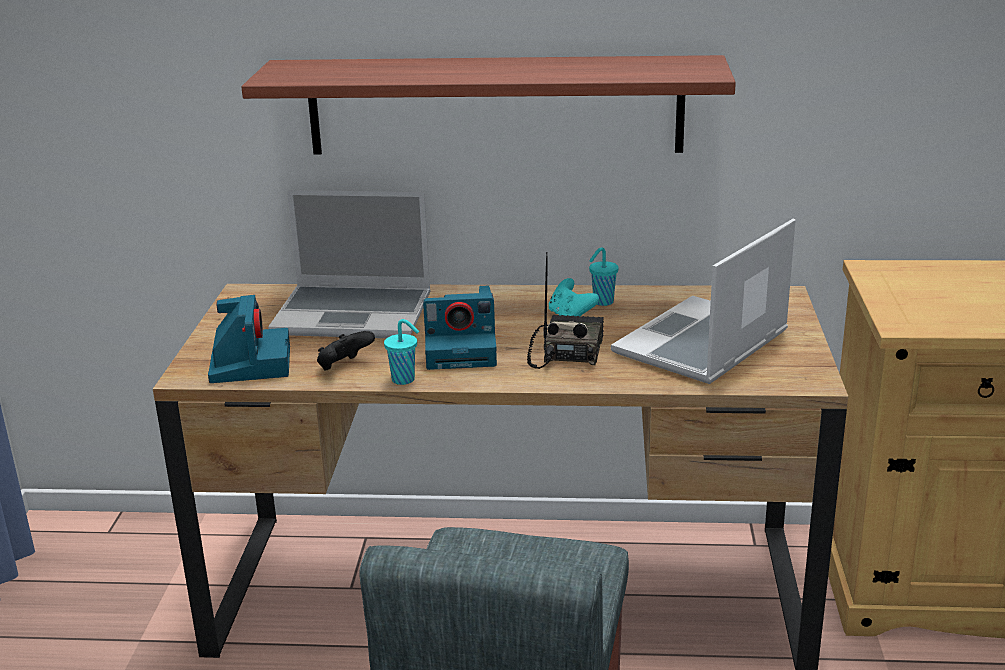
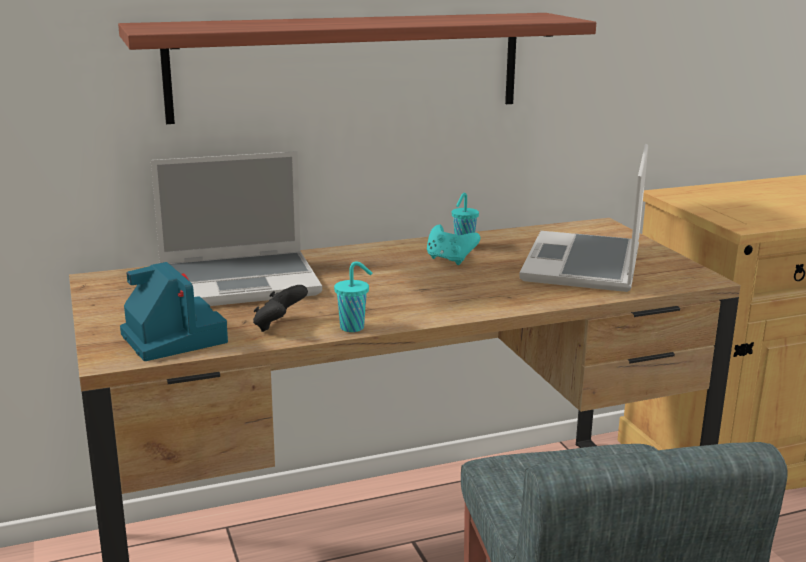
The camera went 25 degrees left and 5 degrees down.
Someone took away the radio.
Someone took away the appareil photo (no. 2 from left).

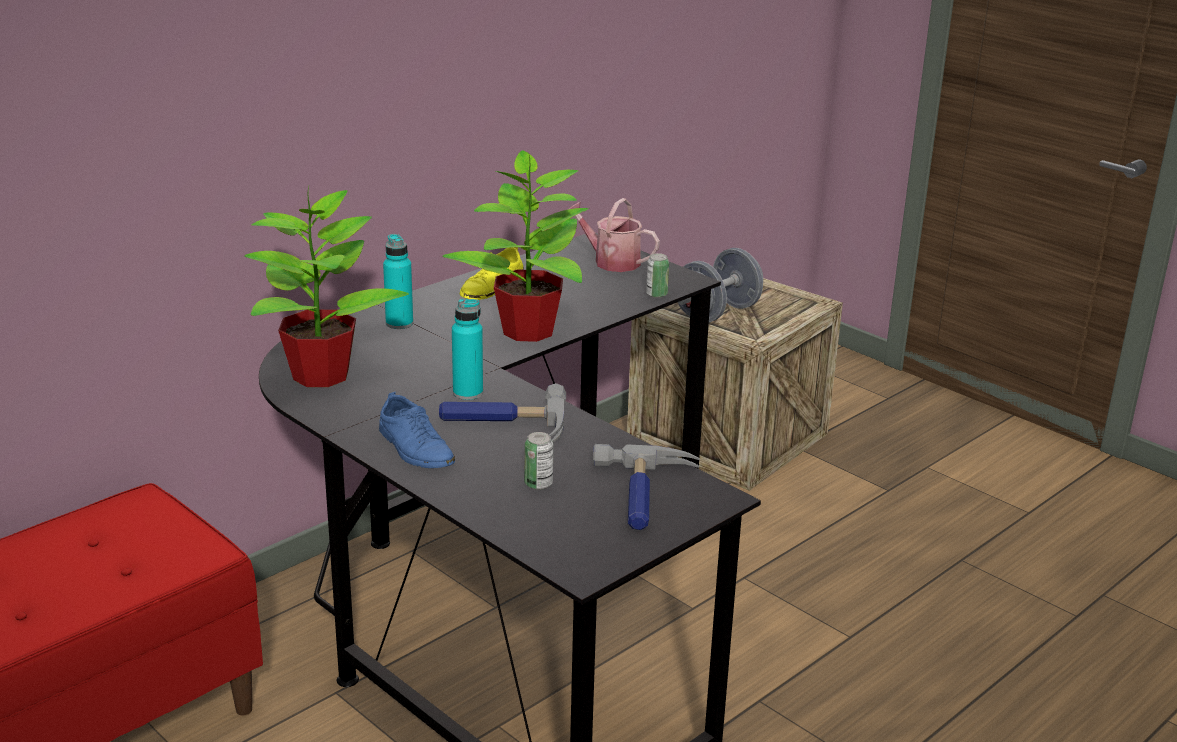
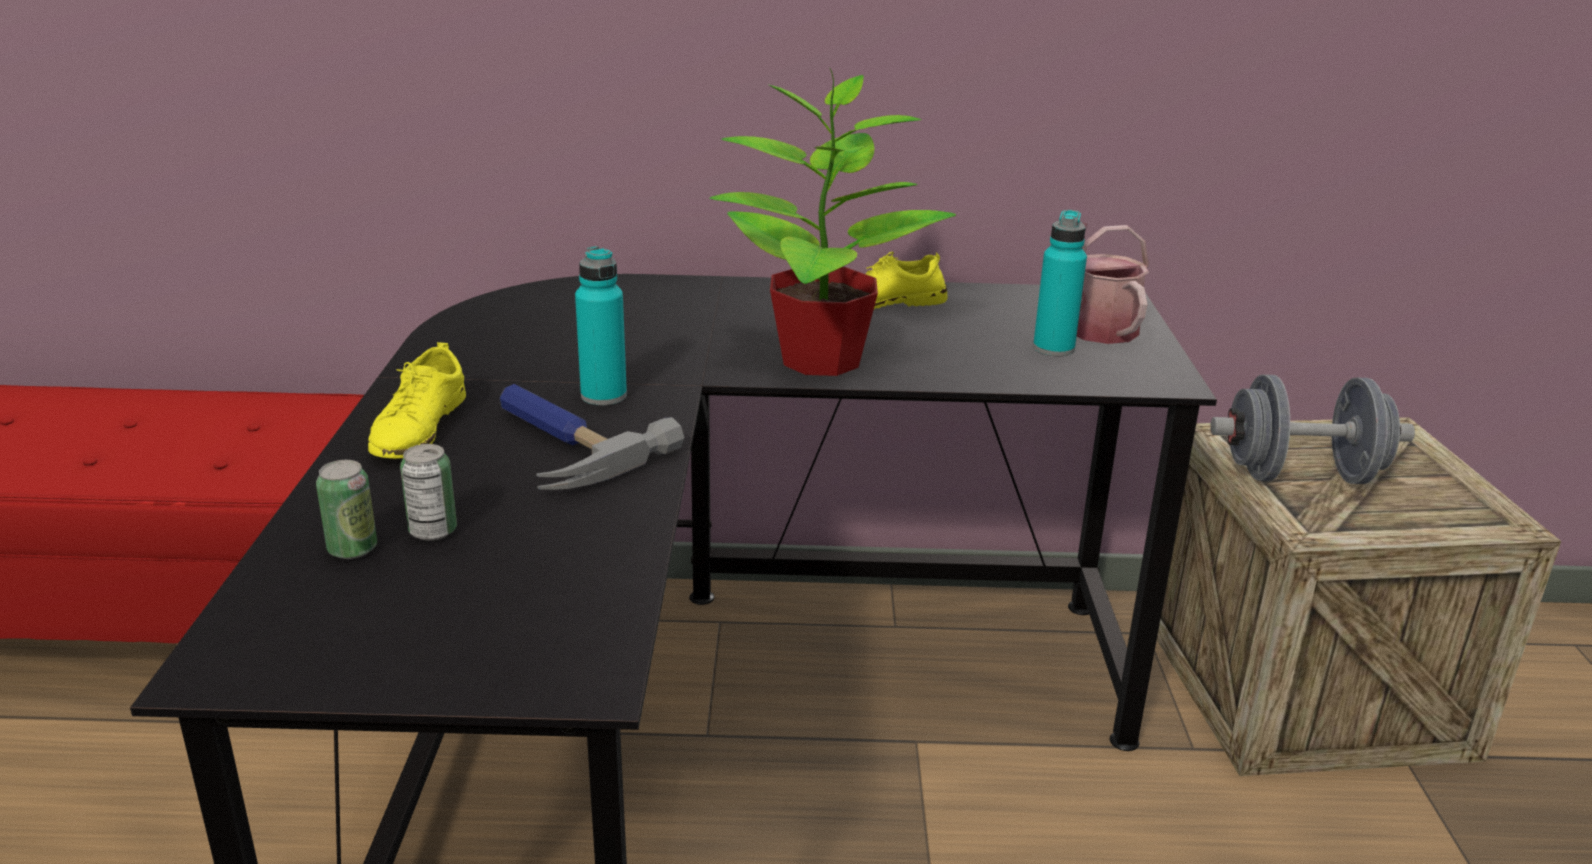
The camera went 45 degrees right and 0 degrees up.
Someone took away the plante en pot (no. 1 from left).
Someone carried the bouteille/turquoise (no. 1 from left in the first image).
Someone carried the boîte métallique (no. 2 from left in the first image).
Someone repainted the chaussure/bleu, which became the chaussure/jaune (no. 1 from left).
Someone took away the marteau (no. 2 from left).

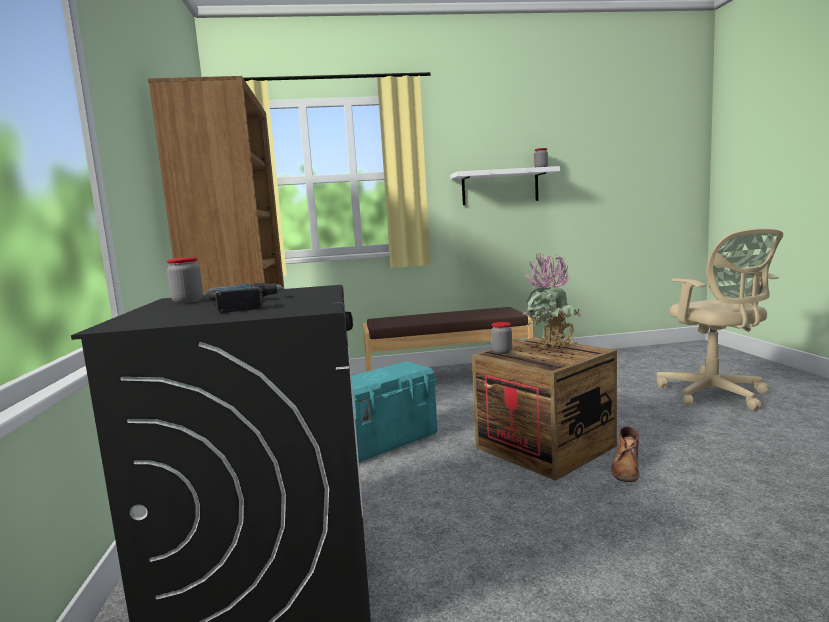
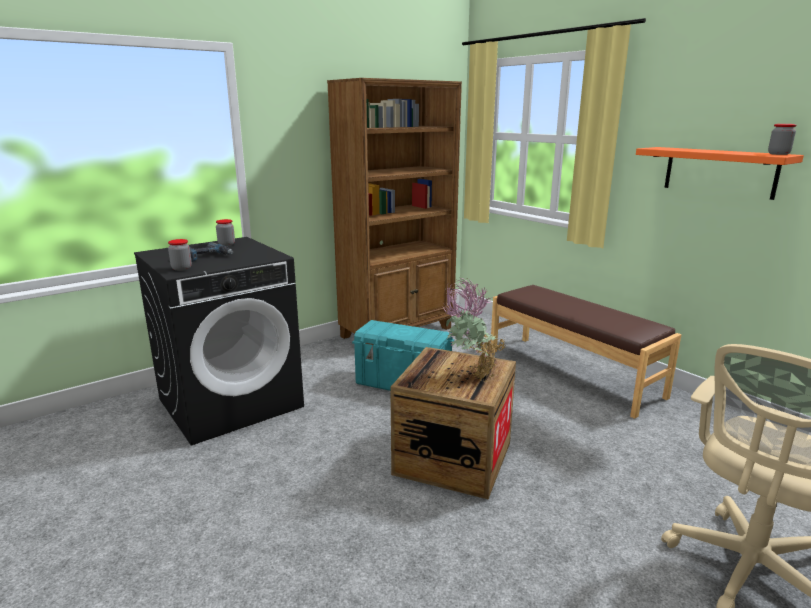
The camera went 60 degrees right and 10 degrees up.
Someone repainted the étagère/blanc, which became the étagère/orange.
Someone carried the bocal (no. 2 from left in the first image).
Someone took away the botte/marron.

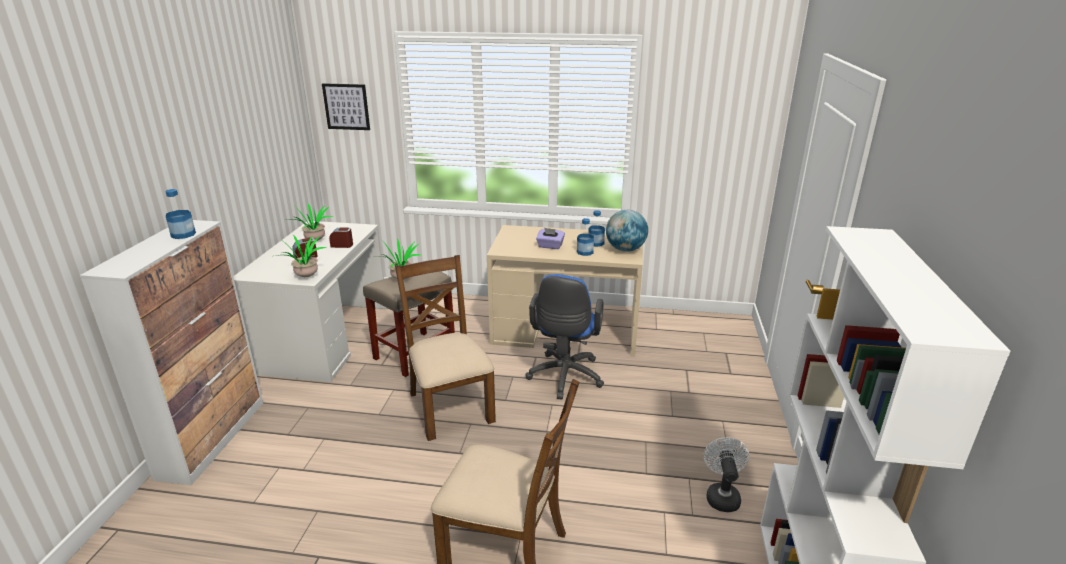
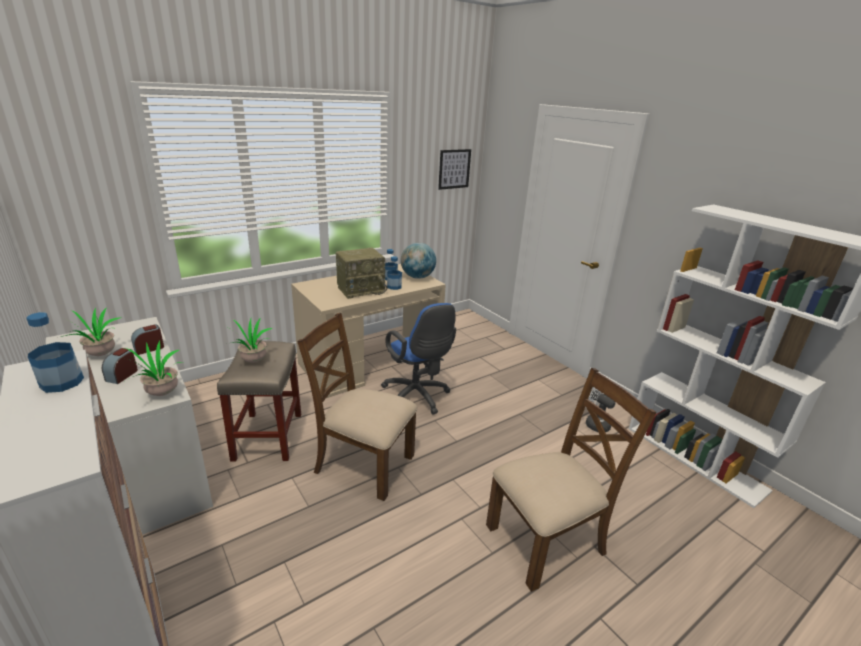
The camera went 45 degrees left and 0 degrees up.
Someone carried the tableau.
Someone swapped the boîte à mouchoirs/violet for the radio.

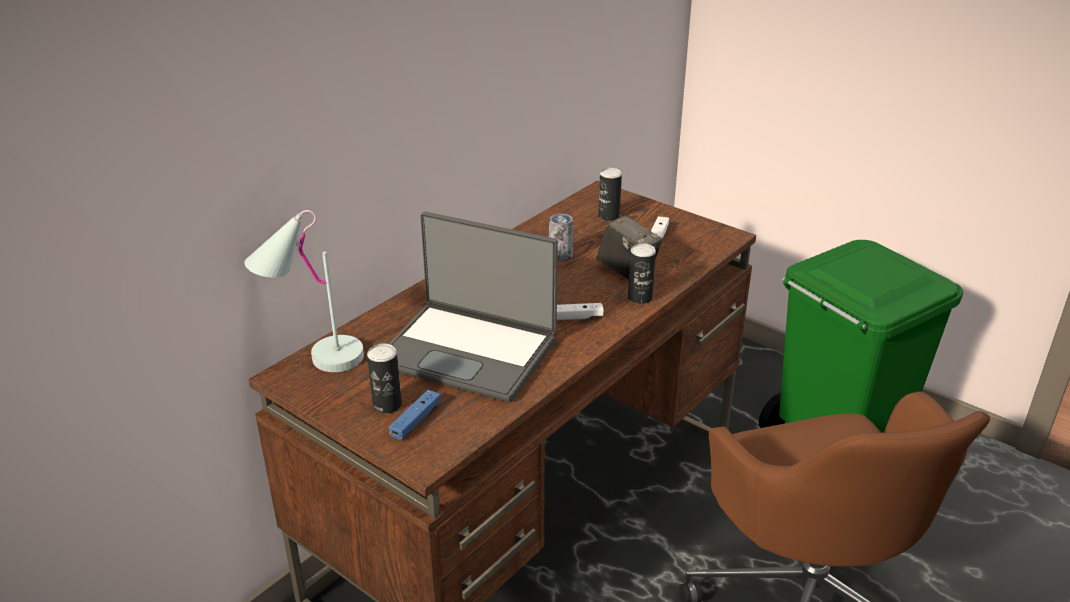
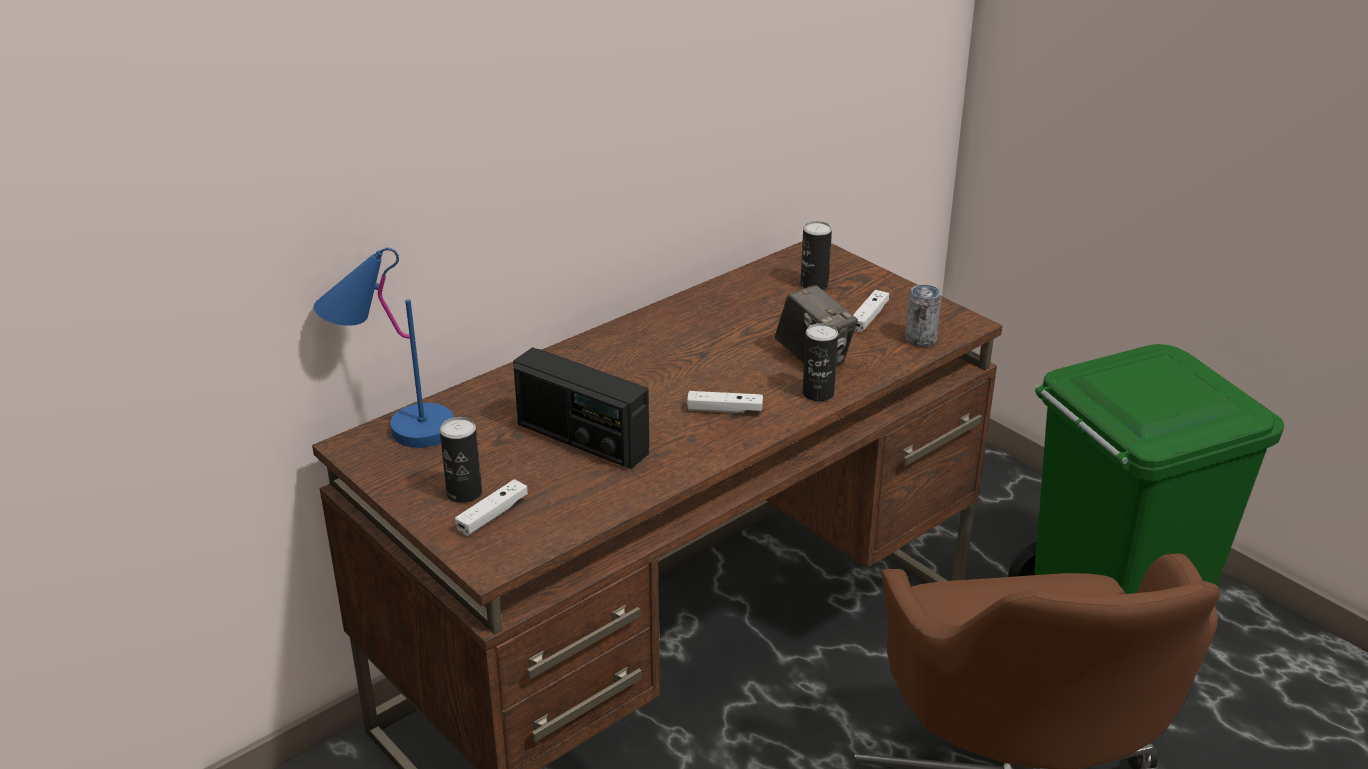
The camera went 10 degrees right and 0 degrees up.
Someone repainted the lampe de table/blanc, which became the lampe de table/bleu.
Someone swapped the ordinateur portable for the radio.
Someone carried the boîte métallique (no. 2 from left in the first image).
Someone repainted the manette/bleu, which became the manette/blanc (no. 1 from left).

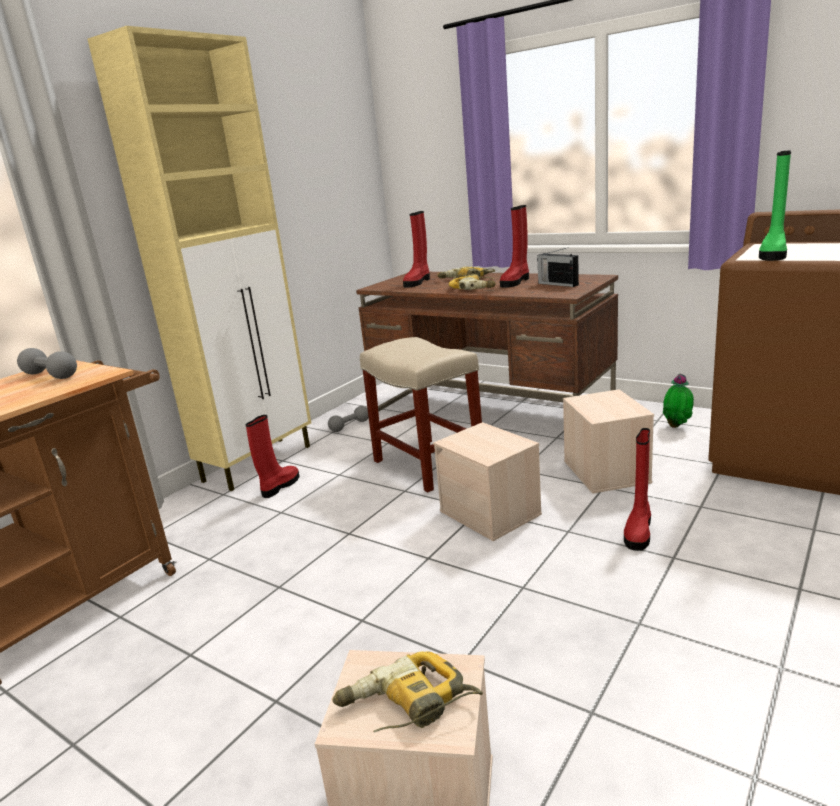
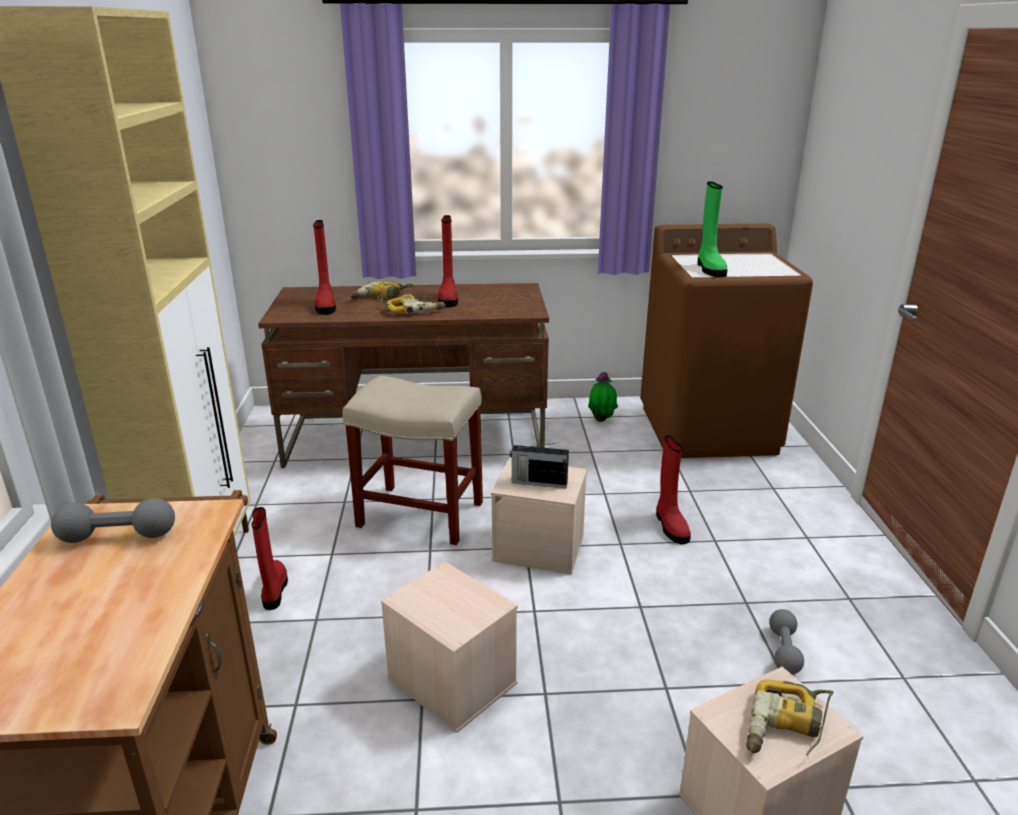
The camera went 40 degrees left and 5 degrees up.
Someone carried the radio.
Someone carried the boîte de rangement/beige (no. 3 from left in the first image).
Someone carried the haltère/gris (no. 2 from left).

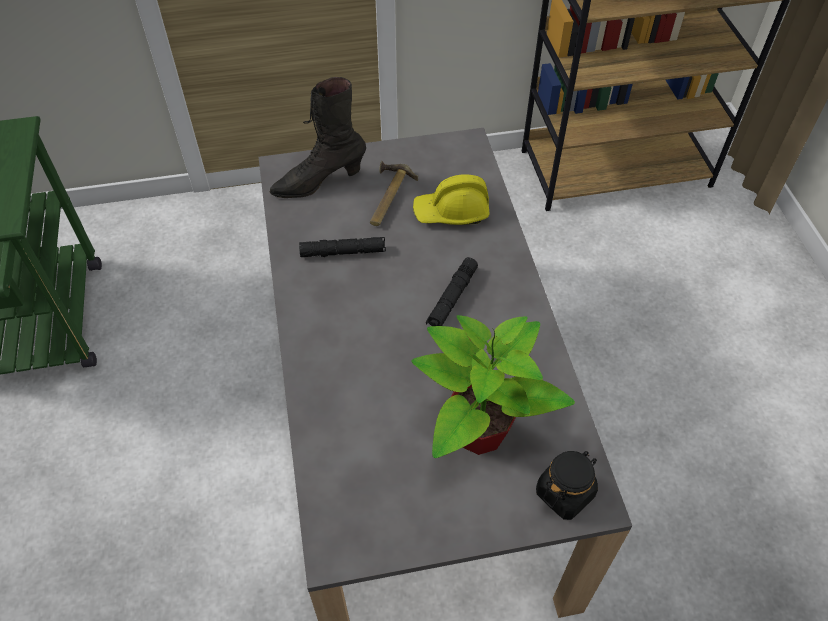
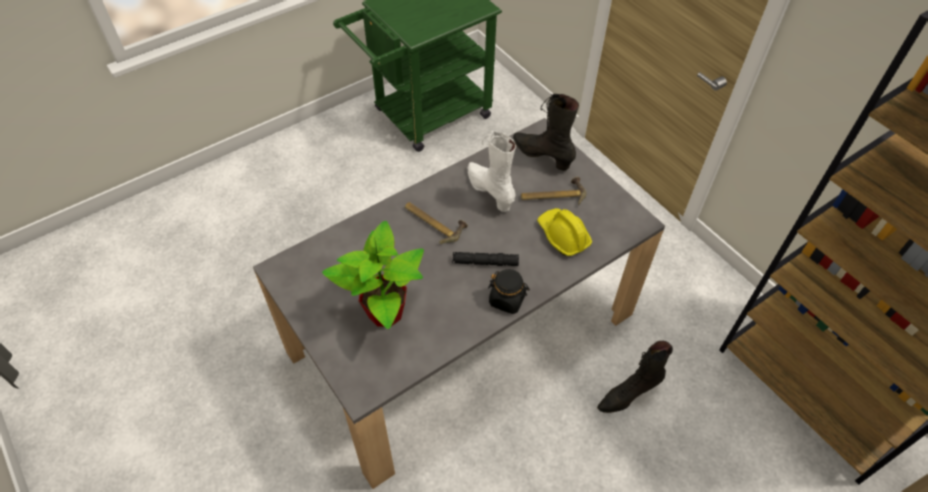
The camera went 65 degrees right and 0 degrees up.
Someone swapped the lampe de poche/noir (no. 1 from left) for the botte/blanc.
Someone carried the bocal/noir.
Someone put down the marteau (no. 1 from left).
Someone put down the botte/noir (no. 2 from left).

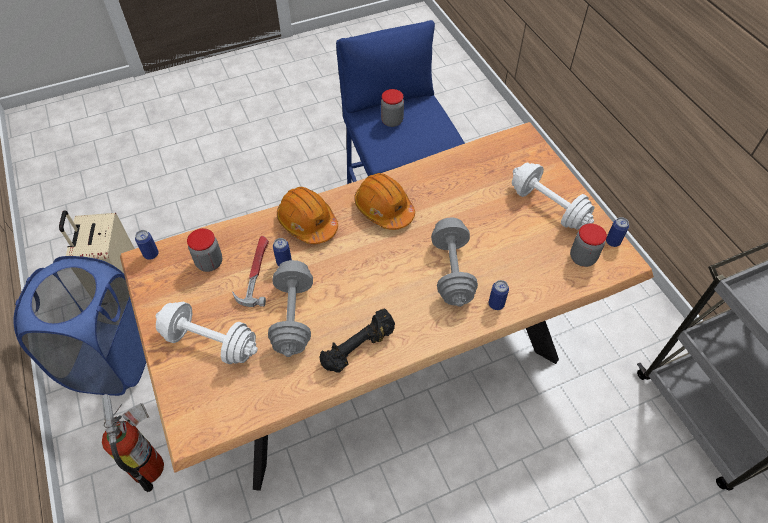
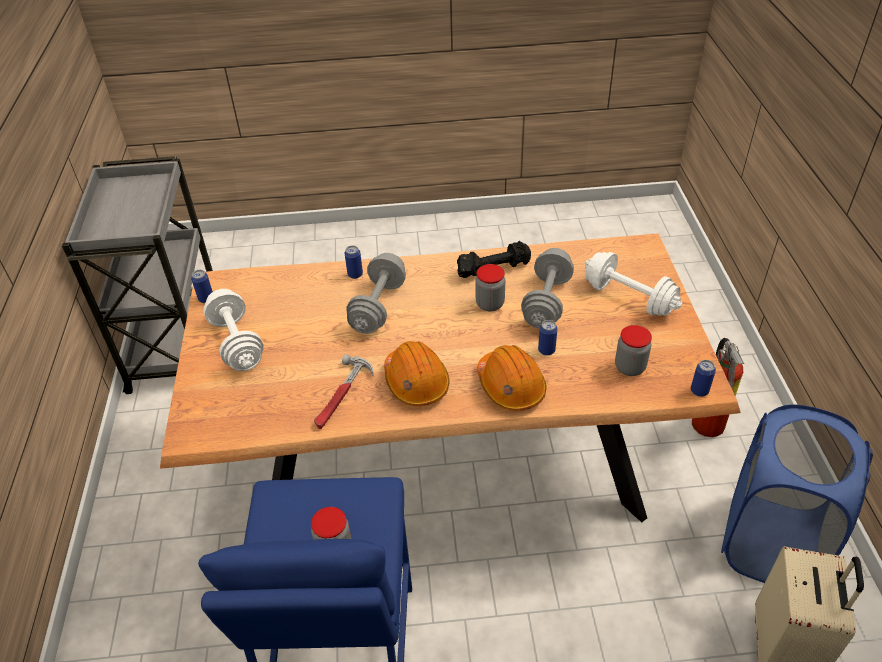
The camera went 160 degrees left and 10 degrees down.
Someone carried the bocal (no. 3 from left in the first image).
Someone carried the marteau.

